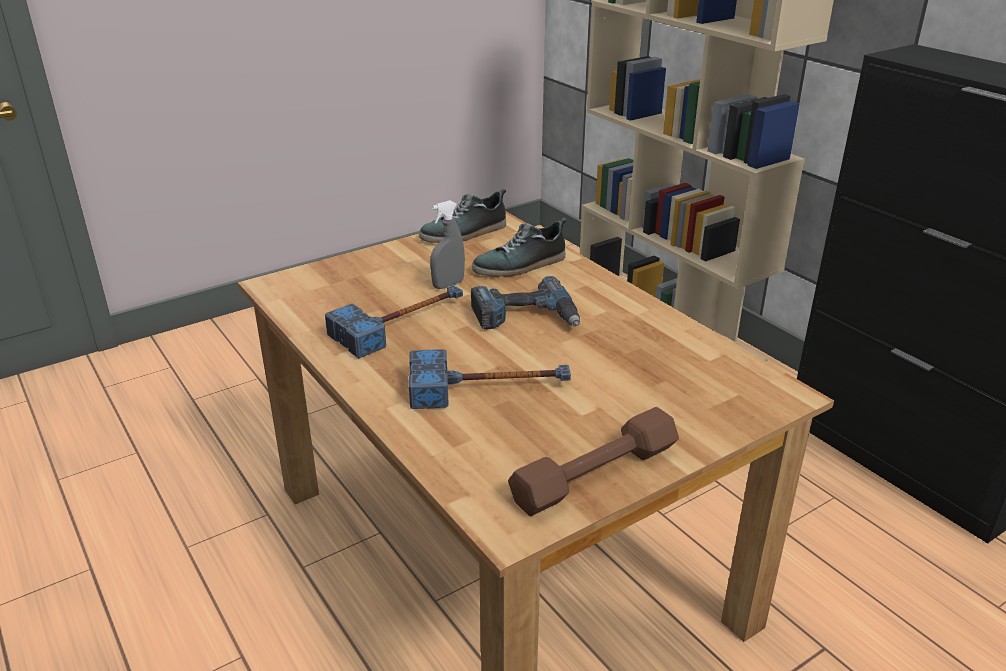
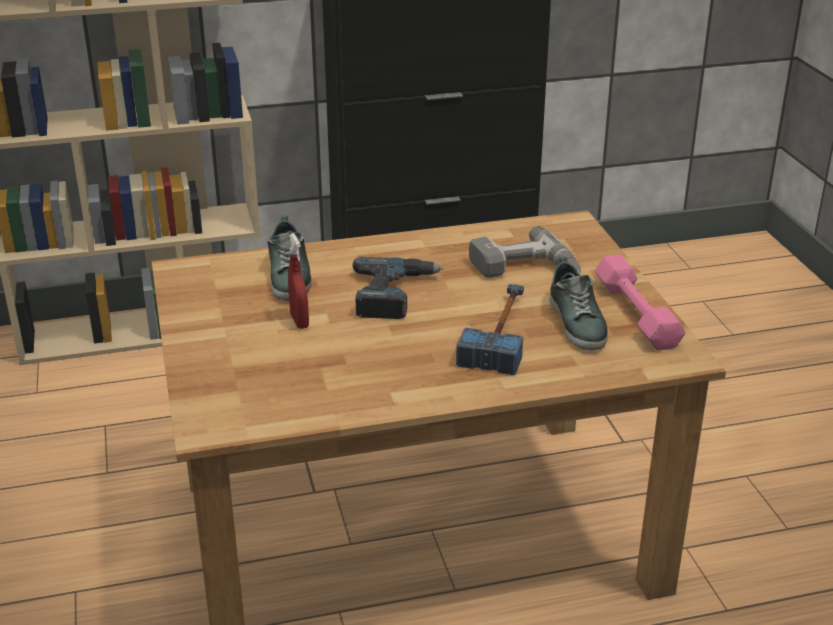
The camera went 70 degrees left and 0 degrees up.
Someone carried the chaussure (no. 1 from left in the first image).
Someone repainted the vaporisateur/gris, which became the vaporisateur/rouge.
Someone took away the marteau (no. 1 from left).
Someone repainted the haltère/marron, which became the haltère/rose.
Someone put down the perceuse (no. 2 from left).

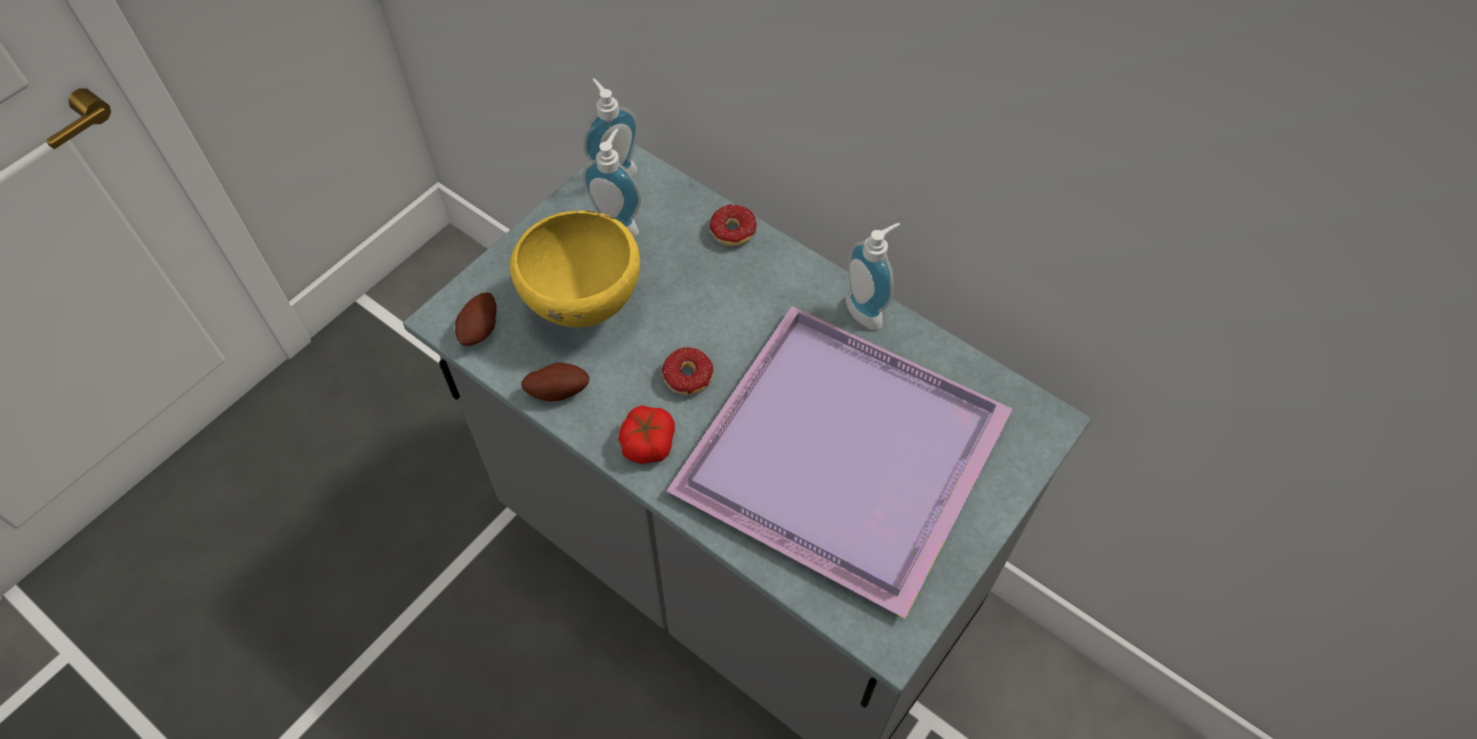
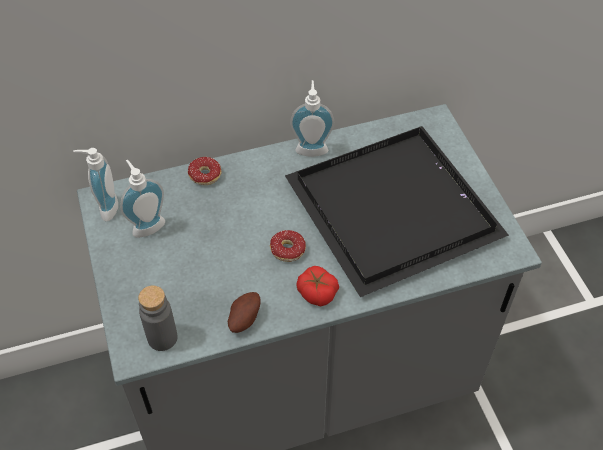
The camera went 55 degrees left and 5 degrees down.
Someone took away the bol/jaune.
Someone swapped the pomme de terre (no. 1 from left) for the bouteille/gris.
Someone repainted the plateau/violet, which became the plateau/noir.

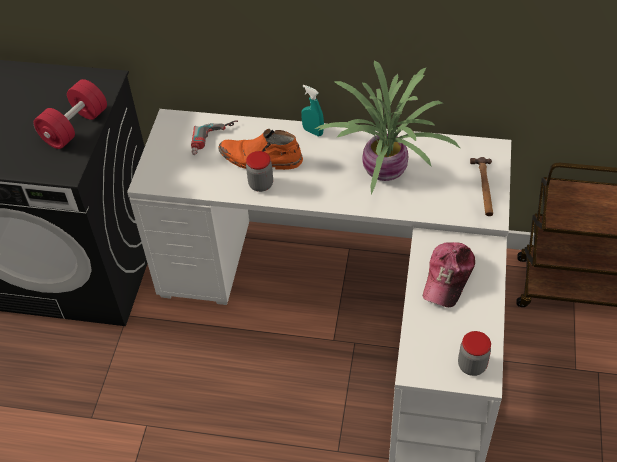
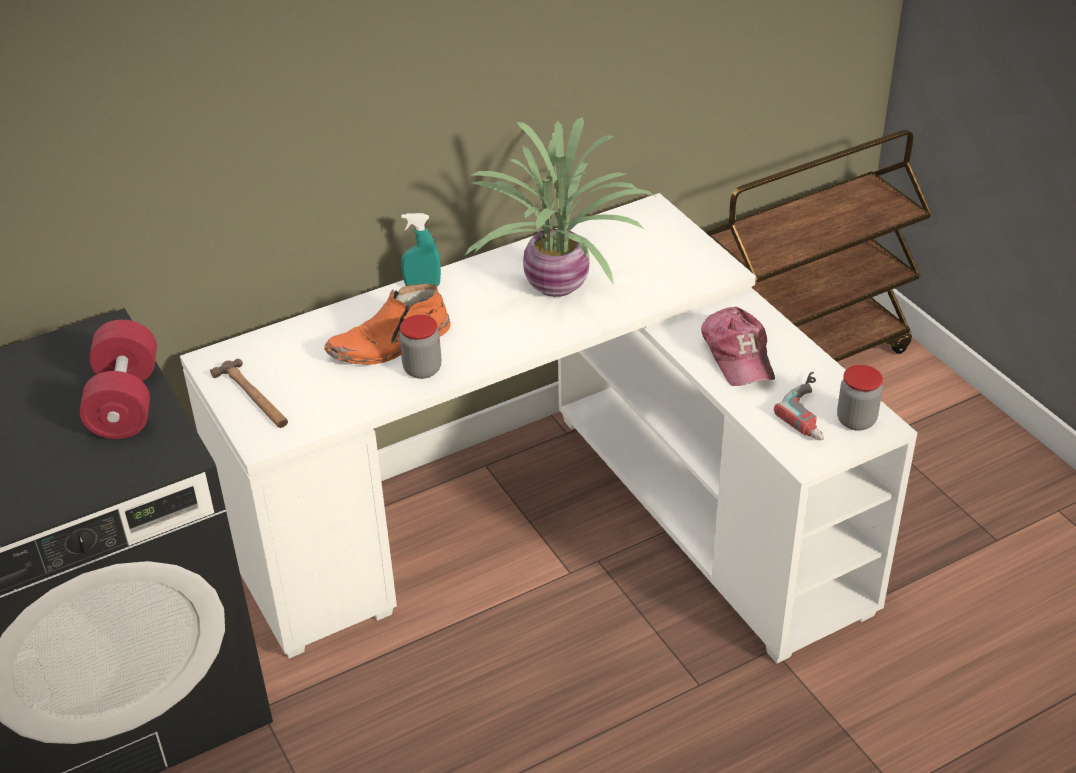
The camera went 40 degrees left and 10 degrees down.
Someone carried the perceuse.
Someone carried the marteau.

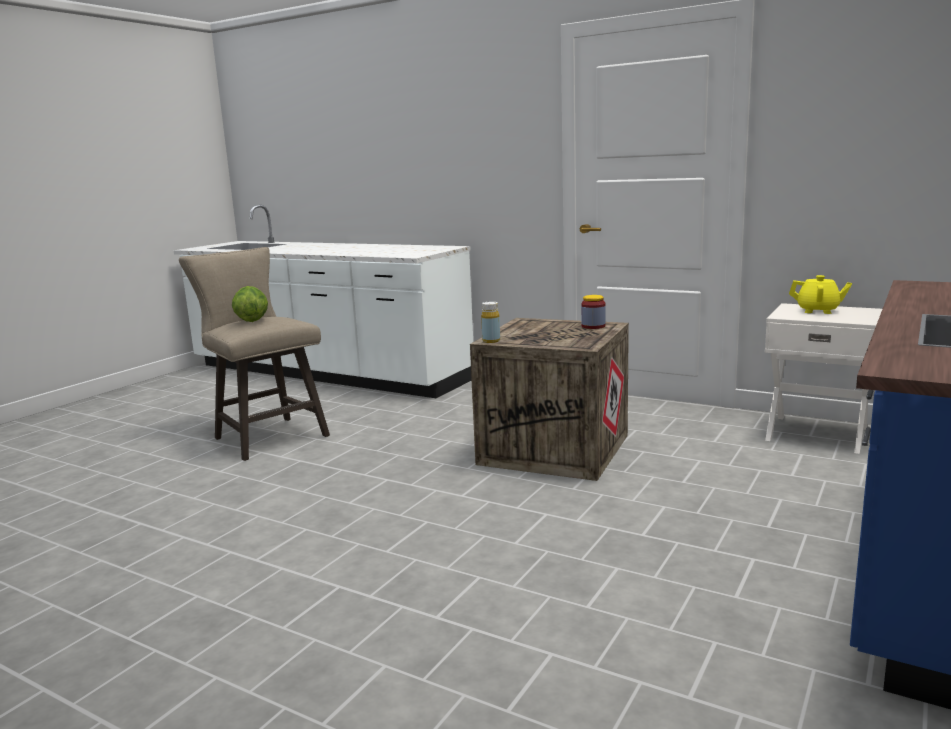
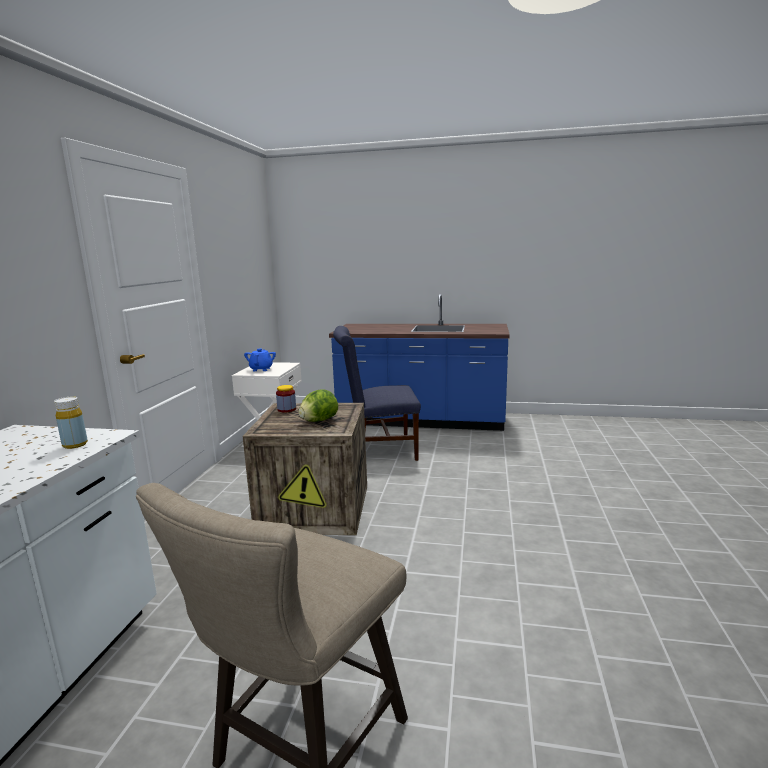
The camera went 110 degrees left and 0 degrees up.
Someone repainted the théière/jaune, which became the théière/bleu.
Someone carried the laitue.
Someone carried the bouteille/jaune.
Someone put down the chaise/bleu.

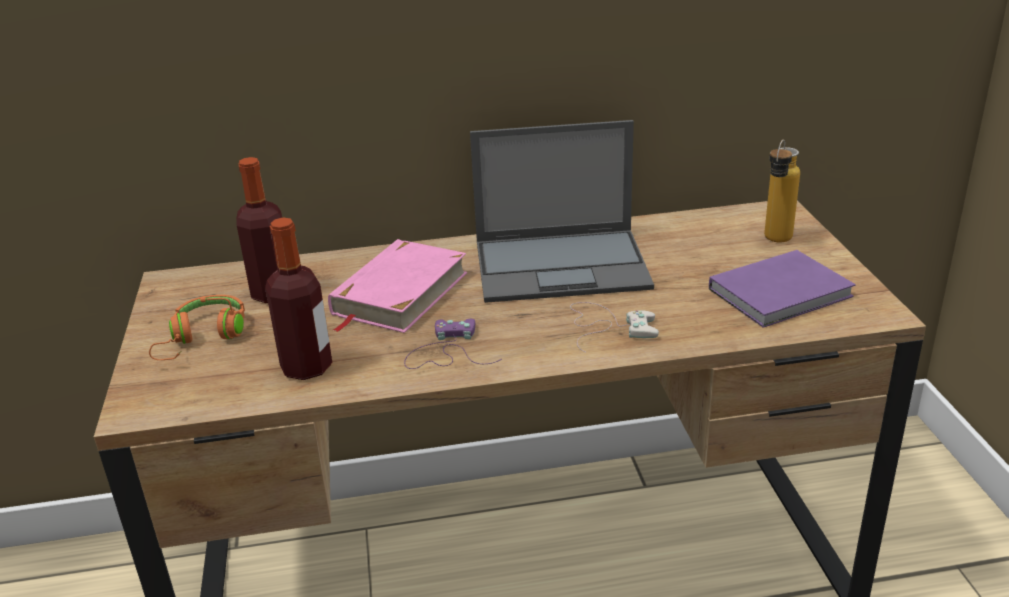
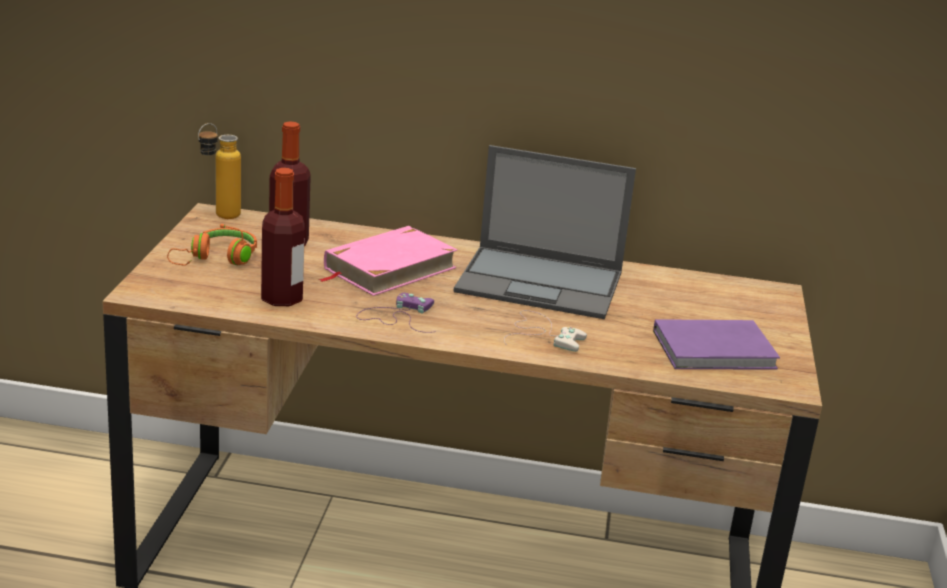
The camera went 15 degrees right and 5 degrees down.
Someone carried the bouteille (no. 3 from left in the first image).

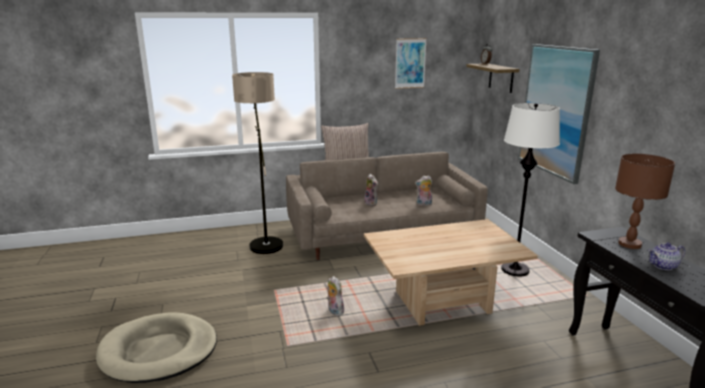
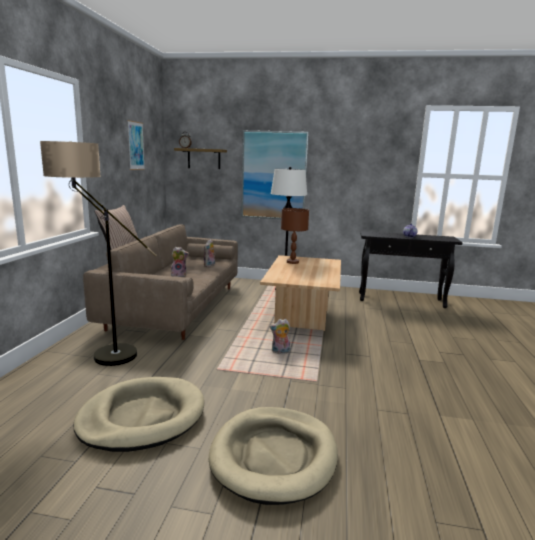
The camera went 65 degrees left and 5 degrees down.
Someone carried the lampe de table/marron.
Someone put down the panier pour chien/beige (no. 1 from left).

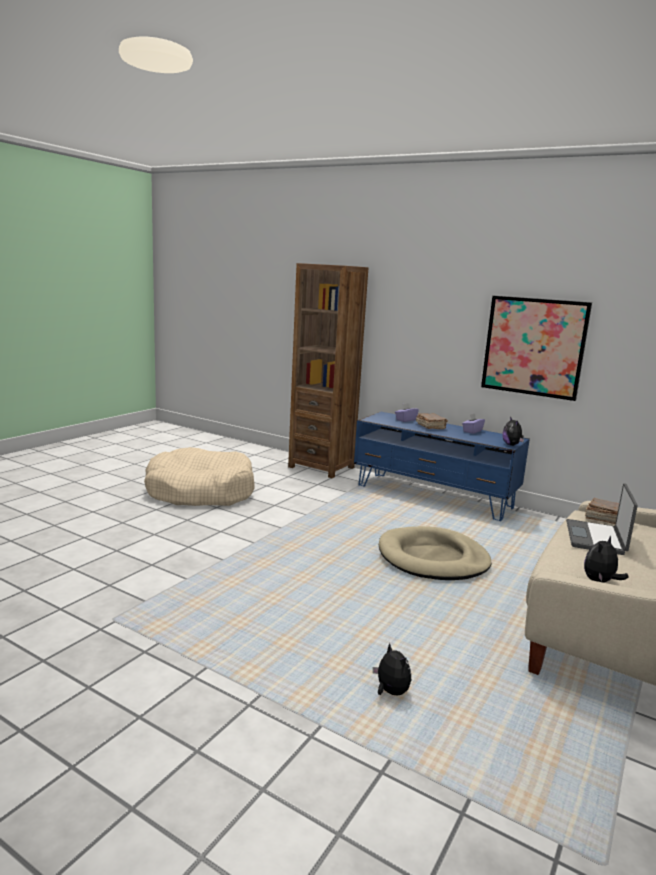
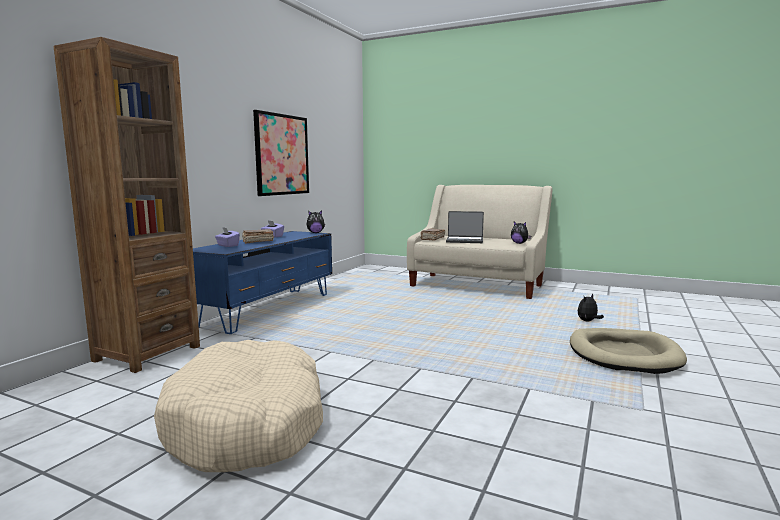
The camera went 95 degrees left and 5 degrees down.
Someone carried the panier pour chien/beige (no. 2 from left).

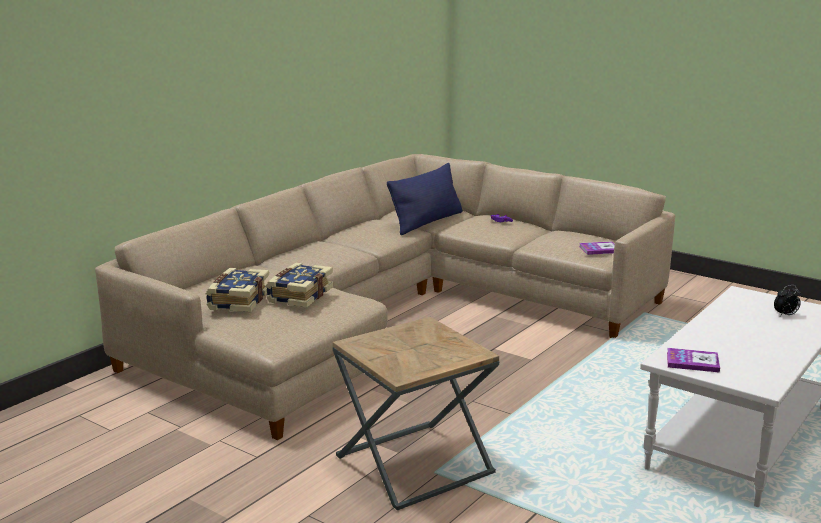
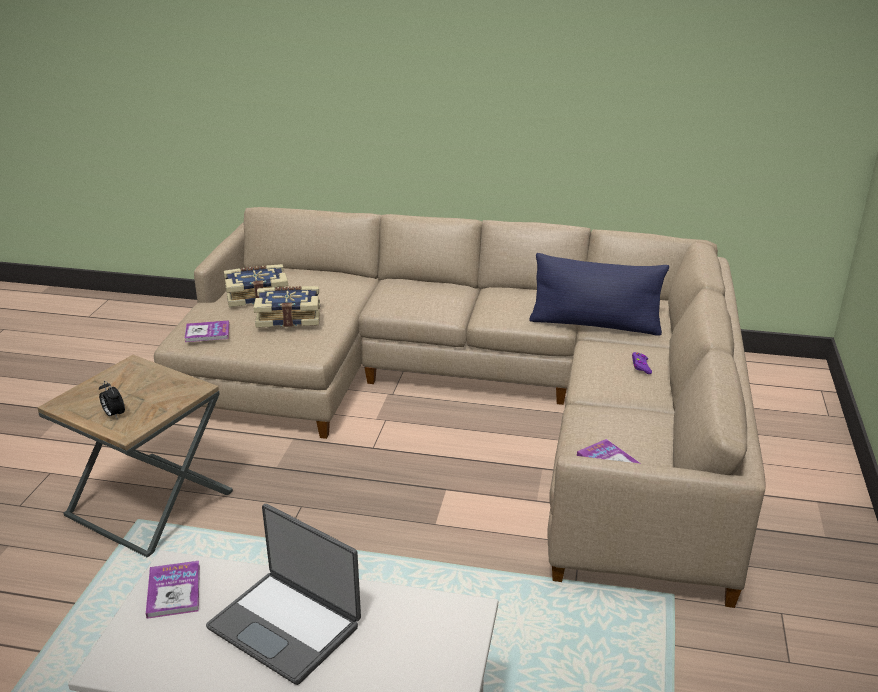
The camera went 65 degrees right and 10 degrees up.
Someone carried the réveil.
Someone put down the livre (no. 2 from left).
Someone put down the ordinateur portable.

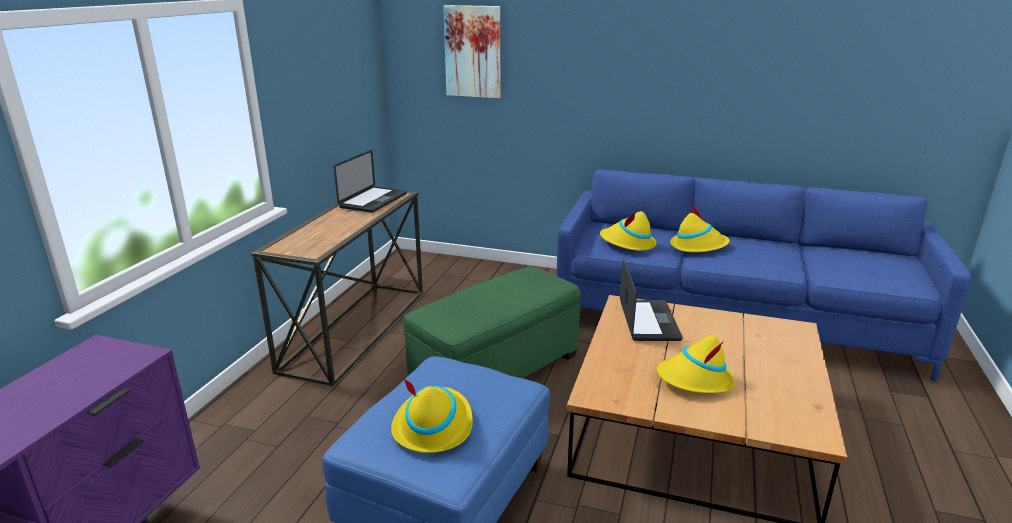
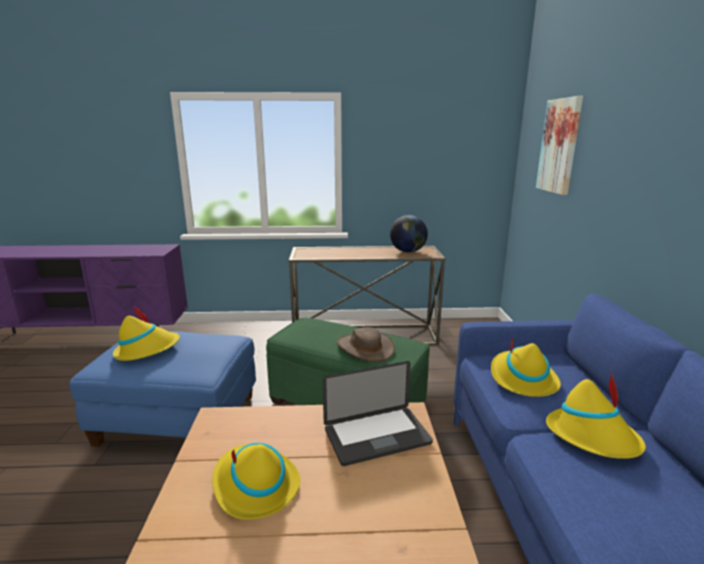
The camera went 70 degrees right and 5 degrees down.
Someone swapped the ordinateur portable (no. 1 from left) for the globe.
Someone put down the chapeau/marron.

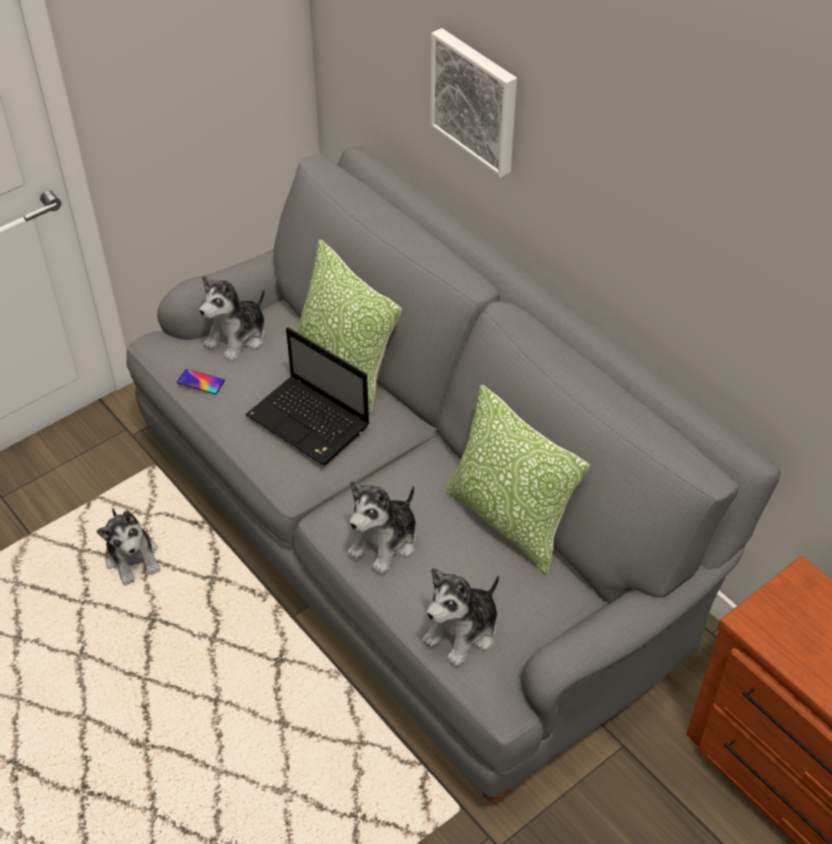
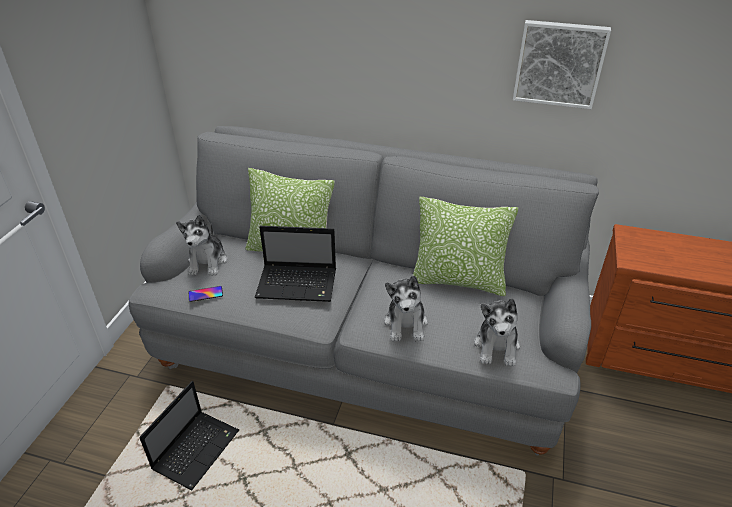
The camera went 35 degrees left and 10 degrees down.
Someone carried the tableau.
Someone swapped the peluche (no. 1 from left) for the ordinateur portable (no. 1 from left).

